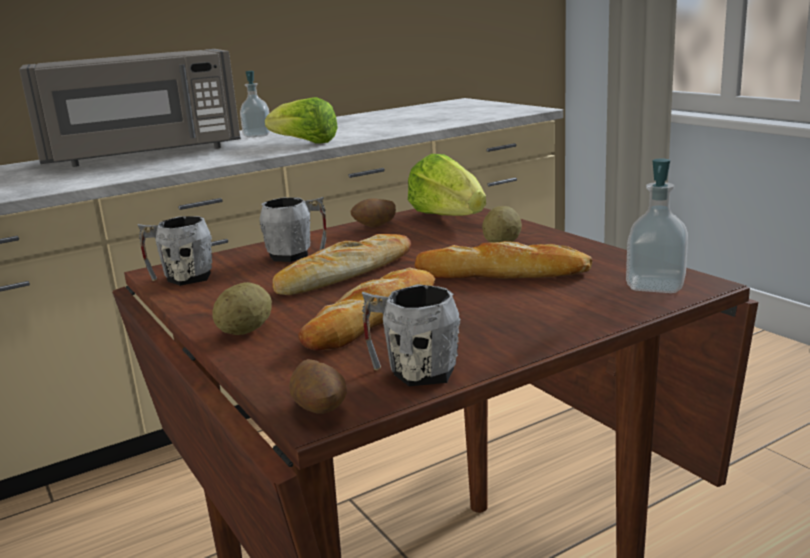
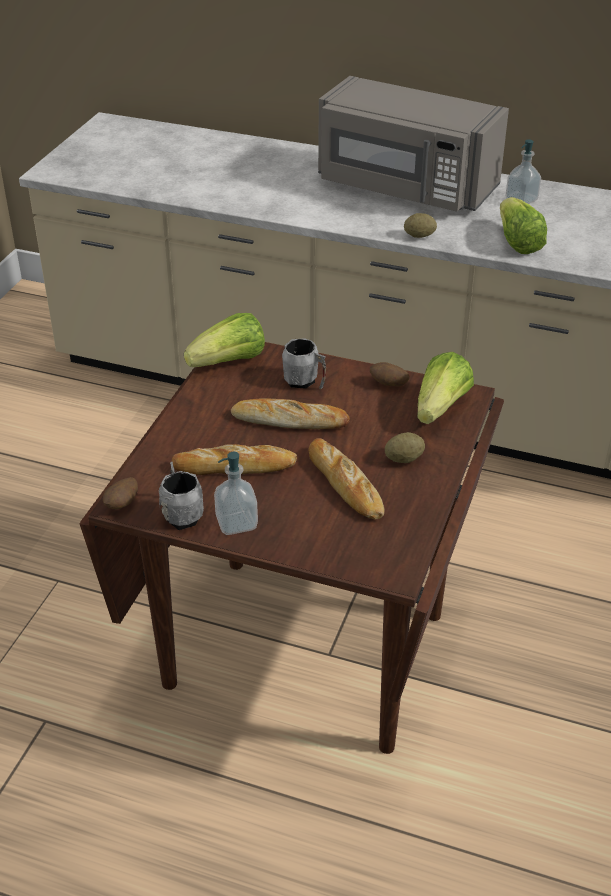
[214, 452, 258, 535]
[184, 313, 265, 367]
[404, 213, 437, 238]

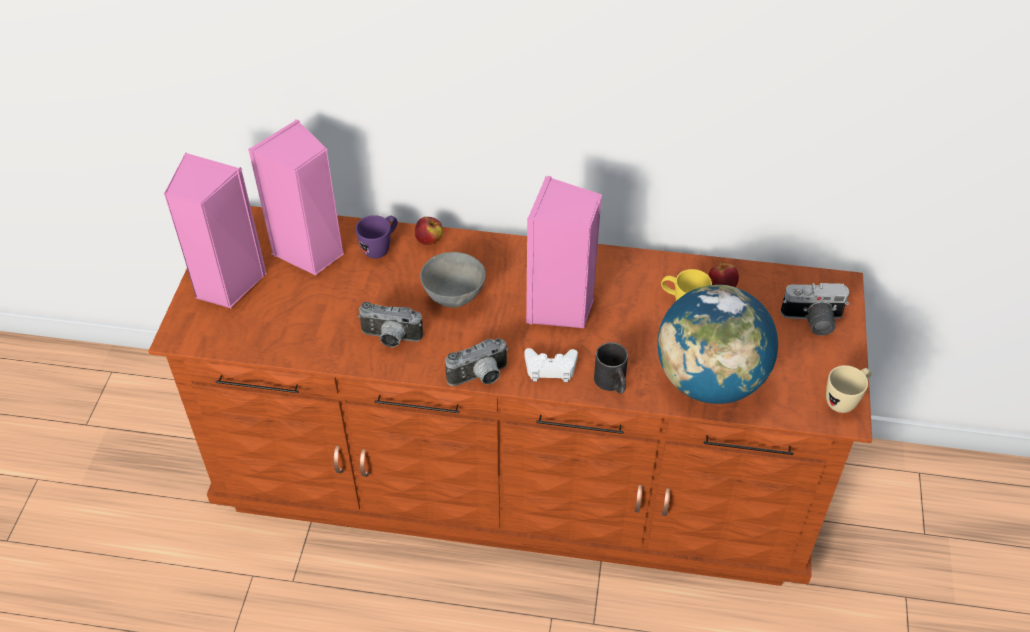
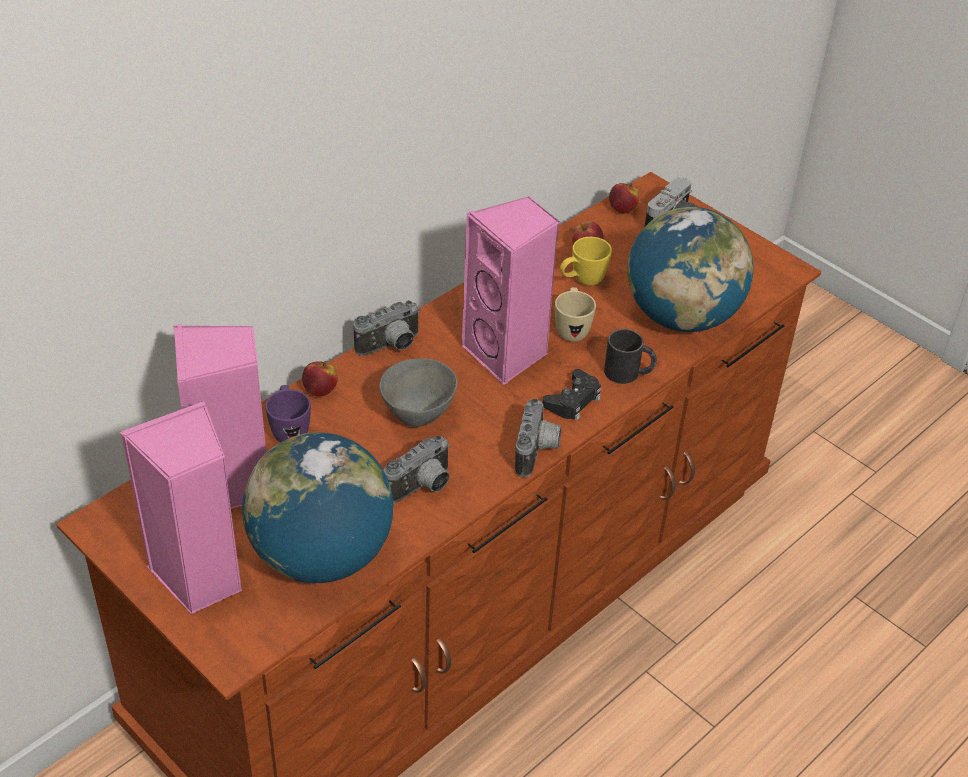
[543, 369, 601, 421]
[555, 287, 596, 342]
[609, 183, 639, 213]
[354, 300, 420, 356]
[242, 432, 393, 583]

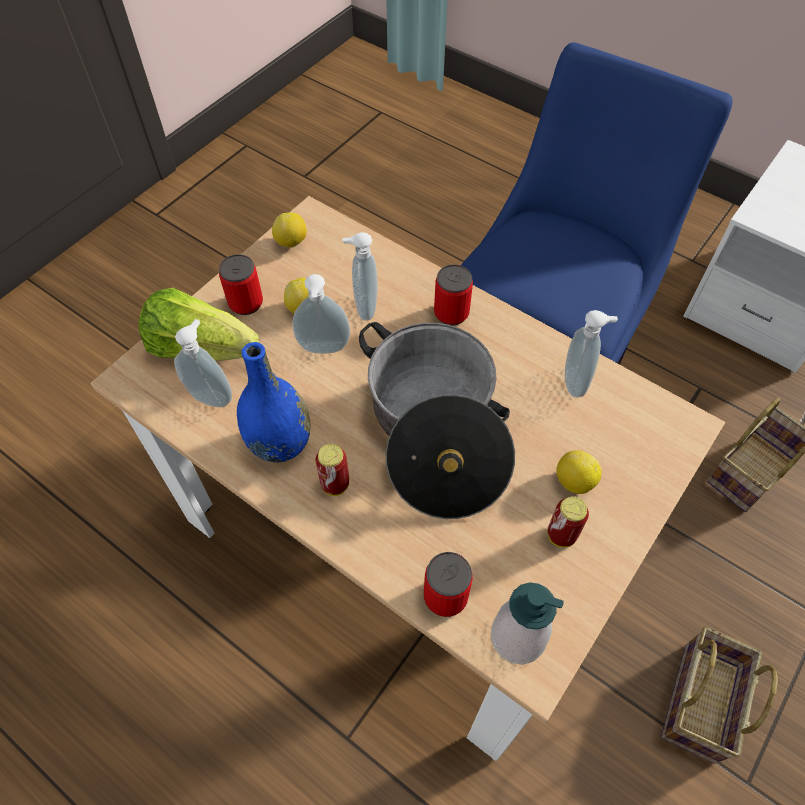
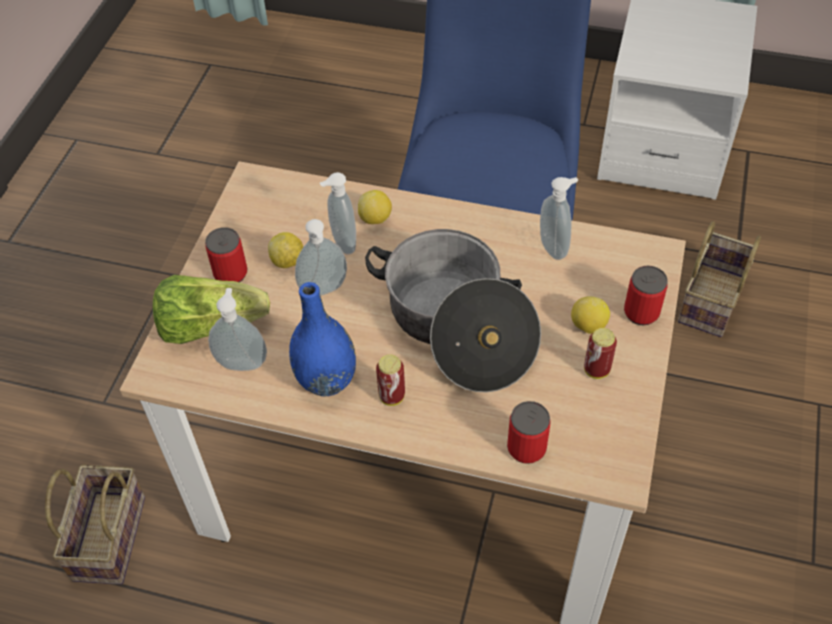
[358, 190, 392, 224]
[624, 266, 668, 325]
[491, 582, 564, 665] (first image)
[45, 465, 145, 585]

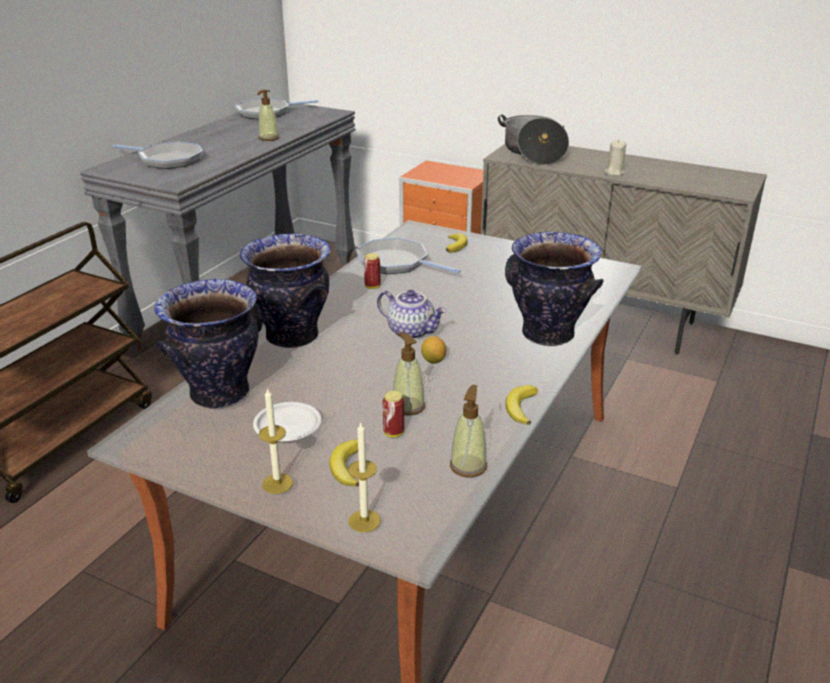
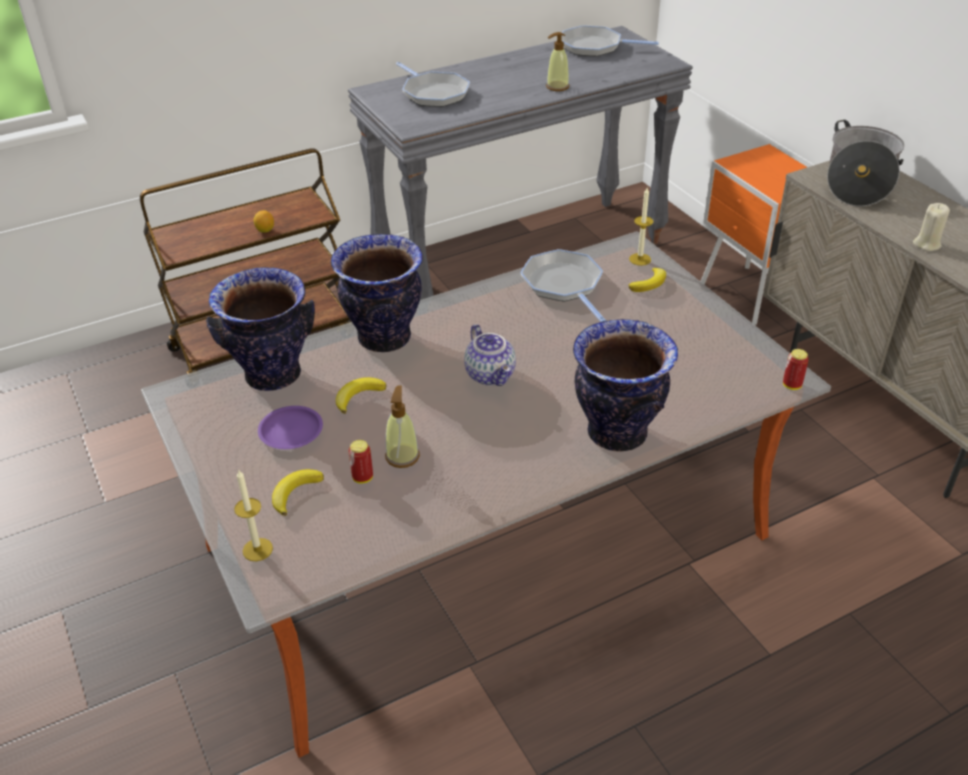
[783, 349, 809, 390]
[254, 210, 274, 233]
[450, 385, 487, 477] (first image)
[336, 377, 386, 414]
[629, 188, 653, 266]
[258, 406, 323, 449]

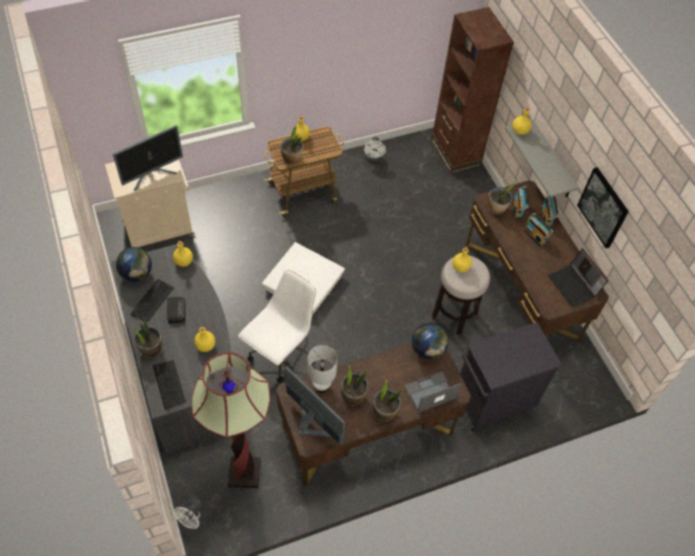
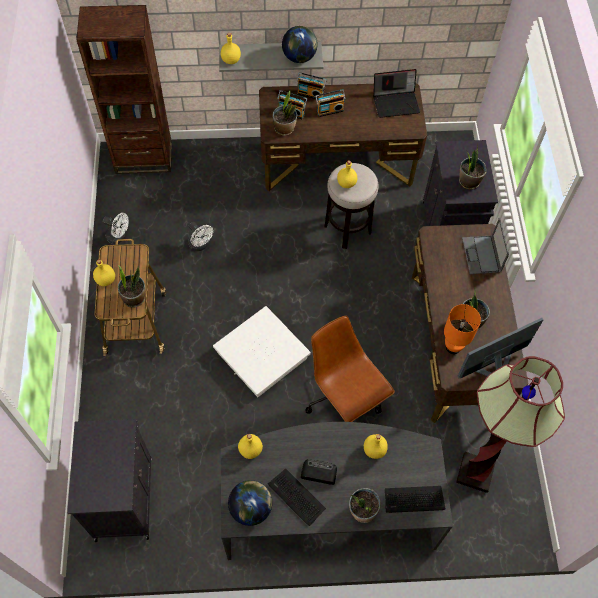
[113, 125, 183, 191] (first image)
[67, 419, 152, 542]
[577, 167, 629, 248] (first image)
[306, 316, 395, 422]
[282, 26, 318, 63]
[444, 304, 481, 354]
[459, 143, 487, 190]
[188, 222, 213, 251]

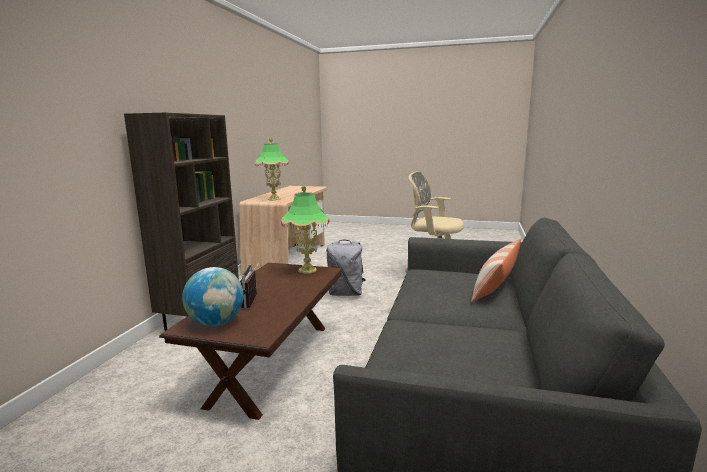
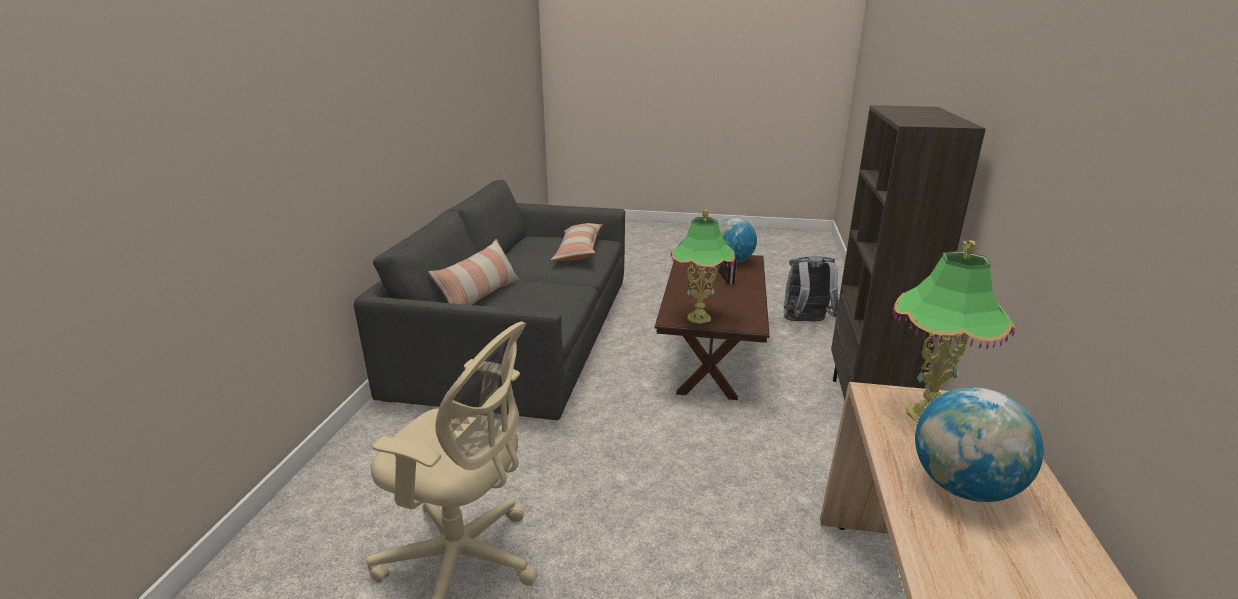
[783, 256, 839, 322]
[551, 223, 603, 261]
[915, 387, 1044, 502]

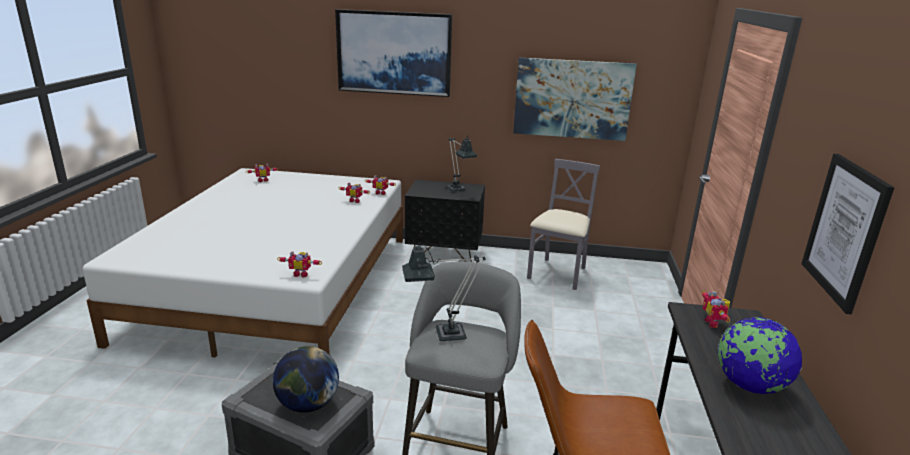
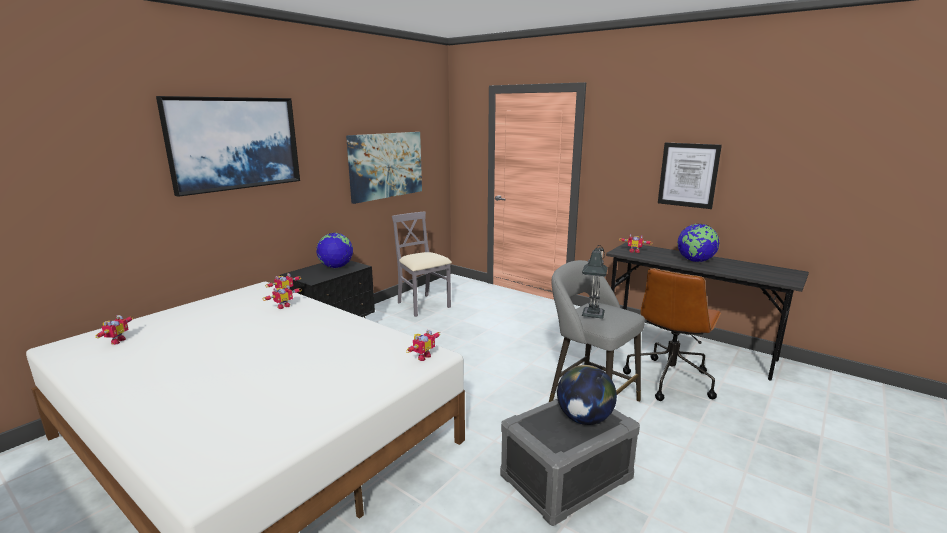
[316, 233, 353, 268]

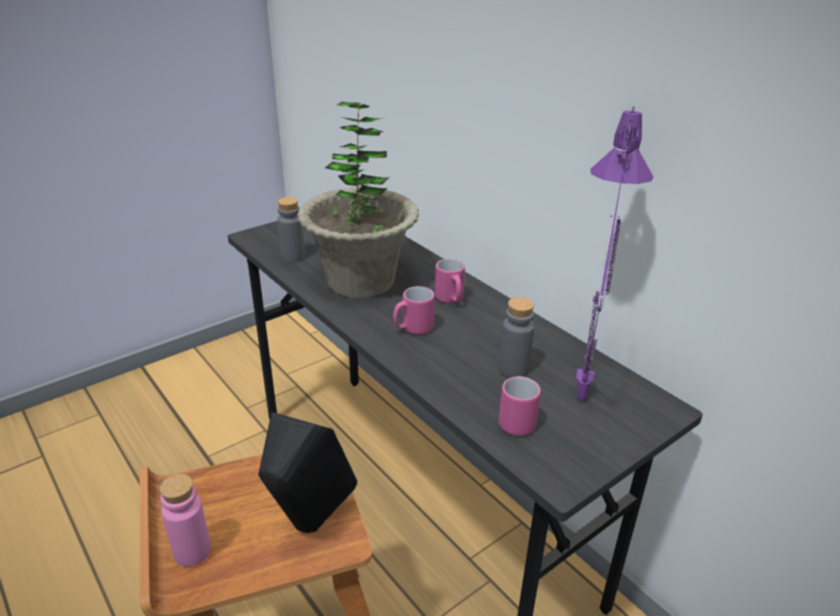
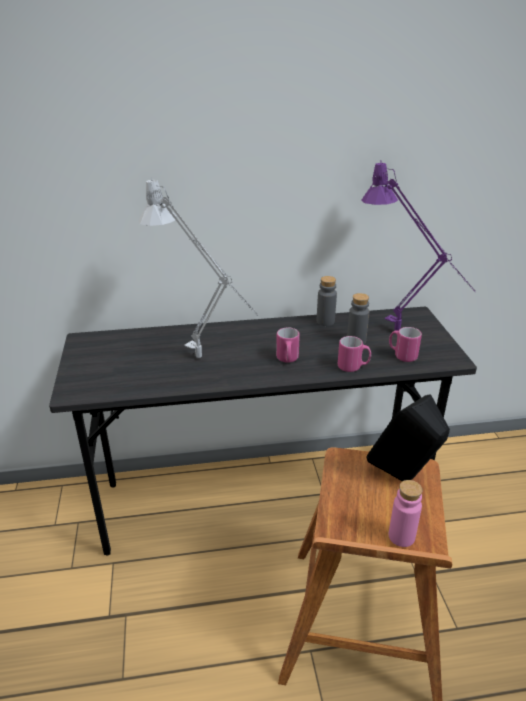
[139, 177, 258, 358]
[317, 276, 337, 326]
[338, 336, 371, 372]

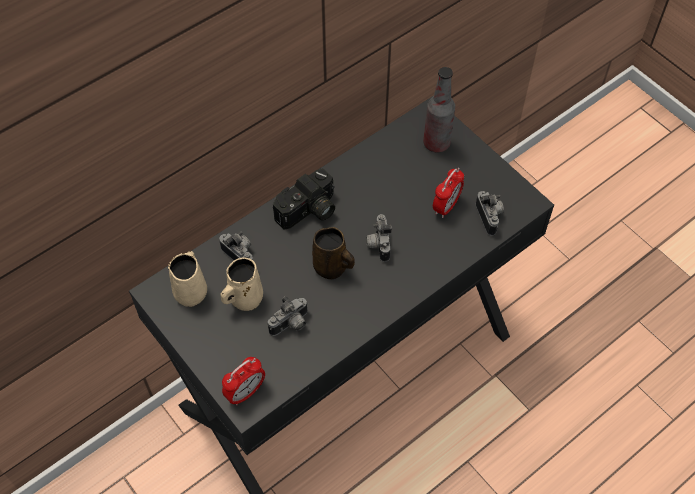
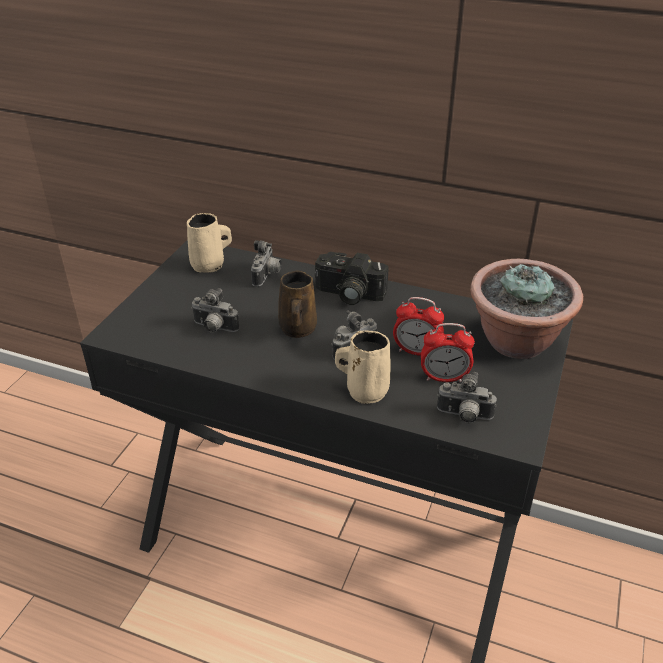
[470, 259, 583, 359]
[437, 372, 497, 423]
[335, 330, 391, 404]
[393, 297, 444, 356]

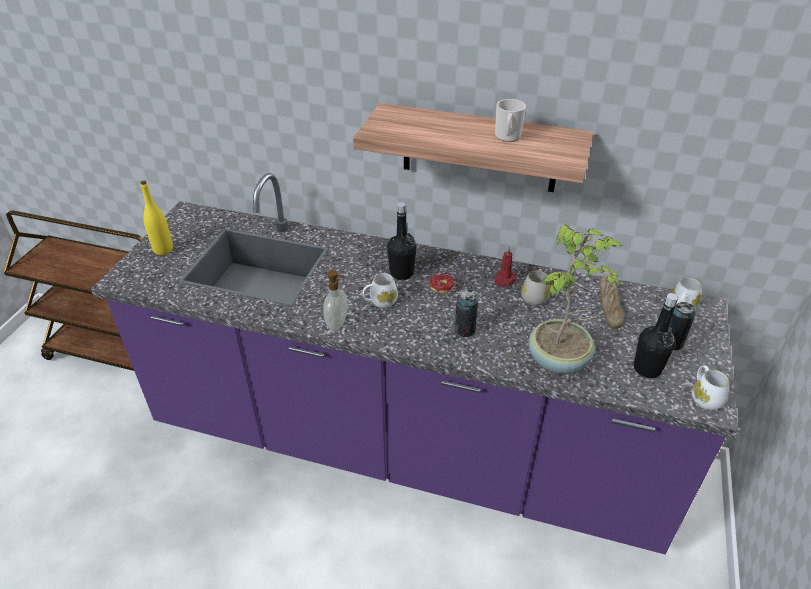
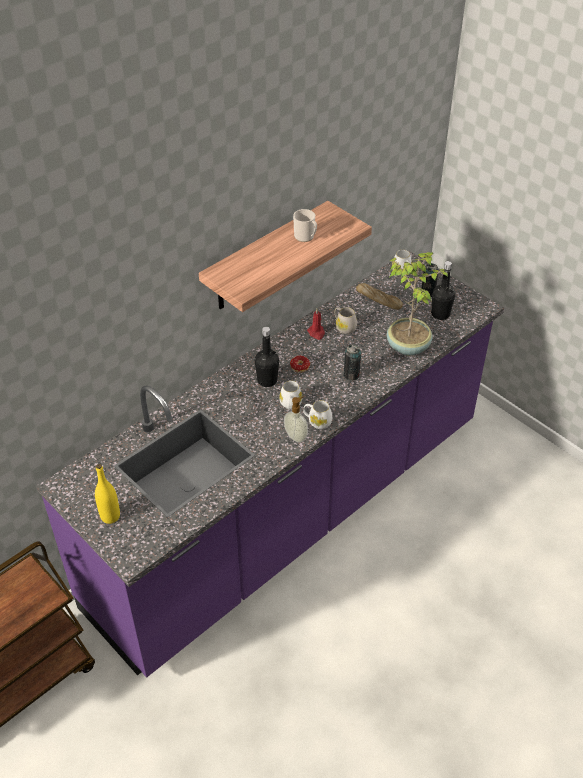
[303, 400, 332, 429]

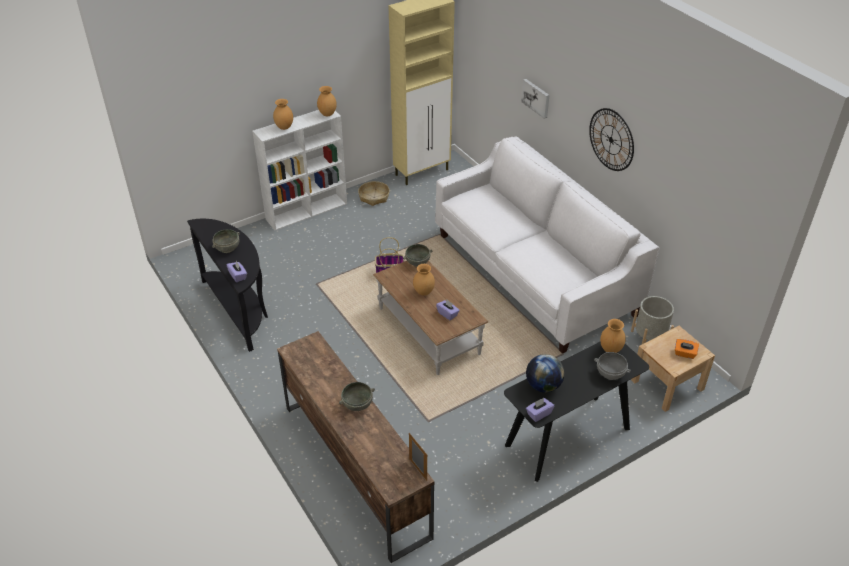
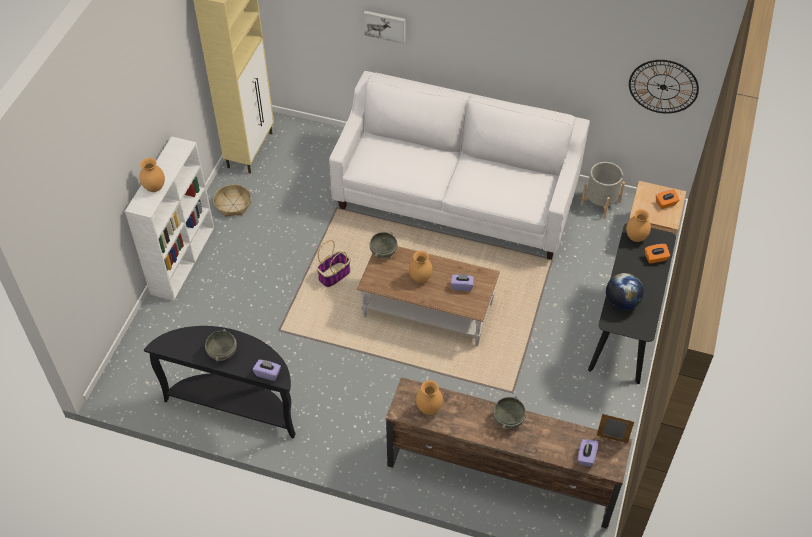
[416, 380, 443, 415]
[629, 60, 699, 113]
[645, 244, 670, 264]
[577, 439, 598, 467]

